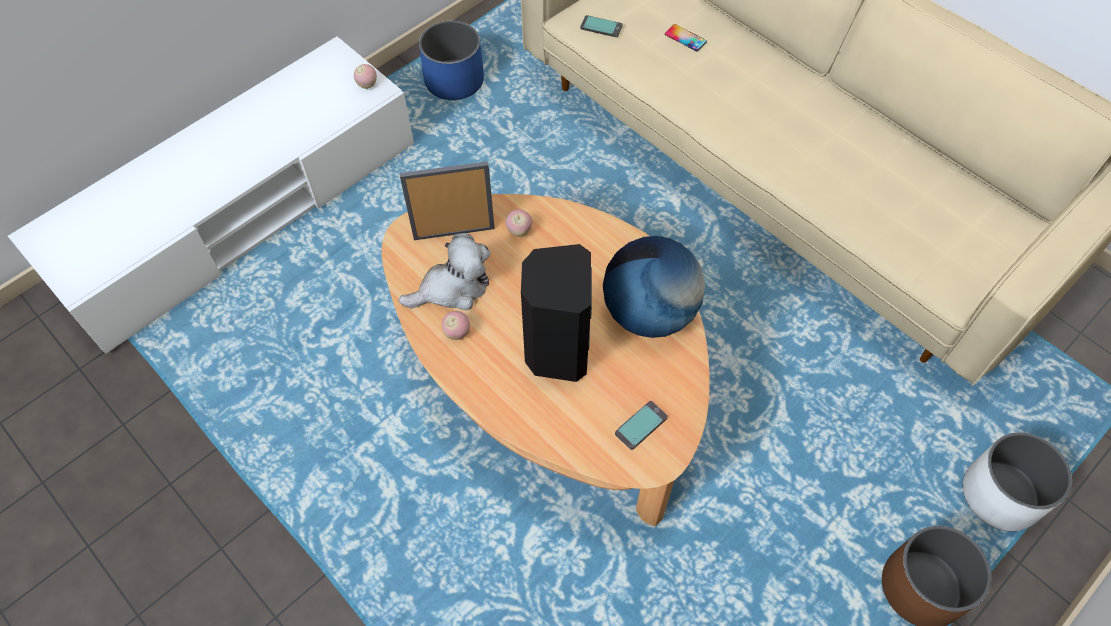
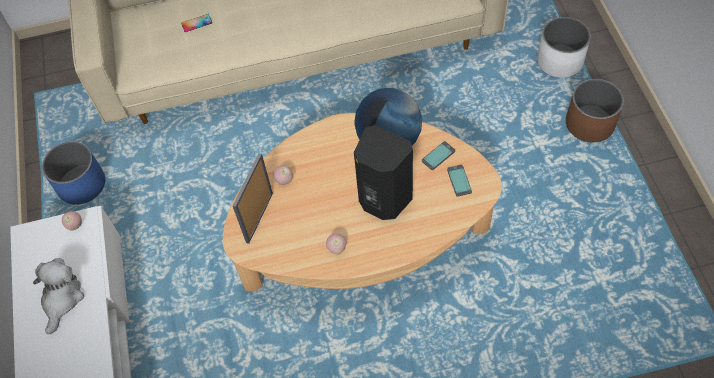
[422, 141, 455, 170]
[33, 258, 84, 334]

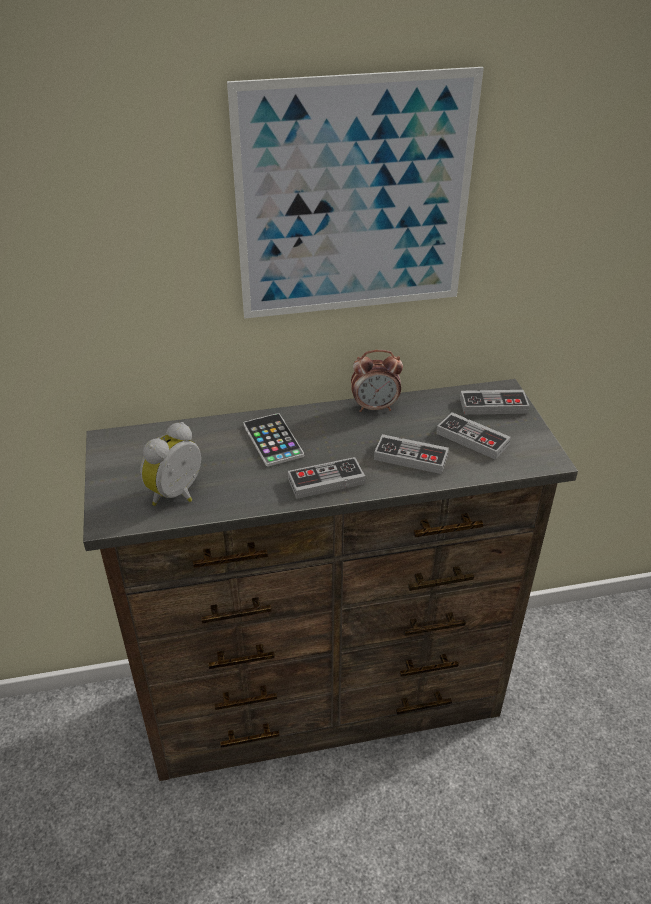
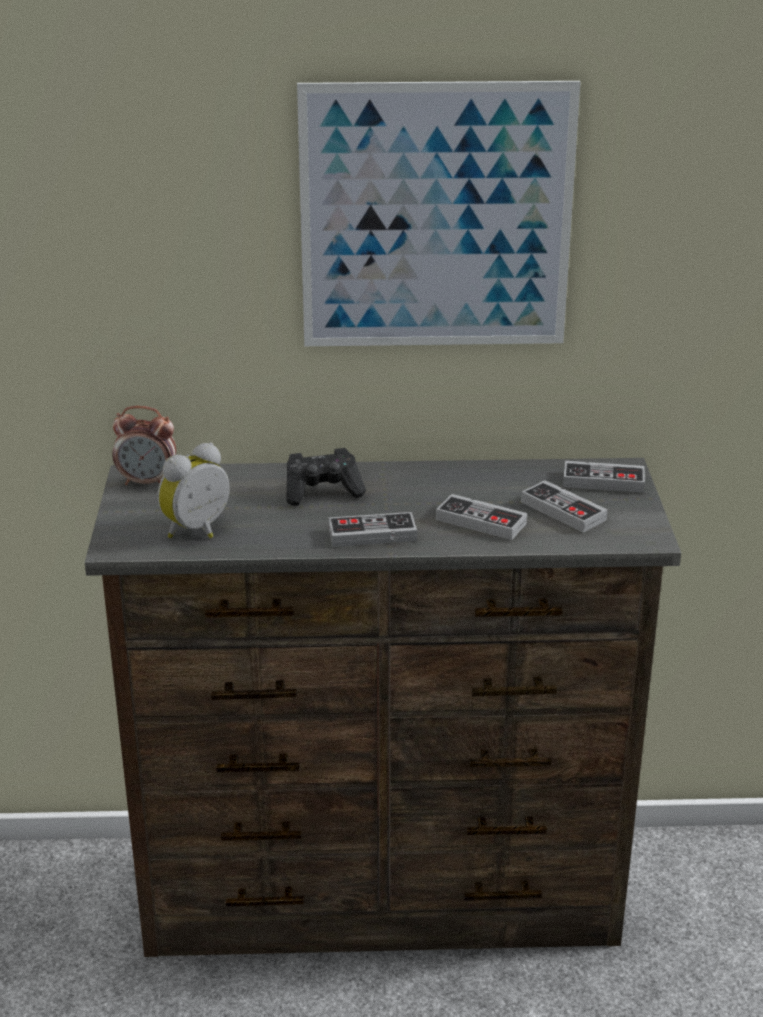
[112, 406, 176, 485]
[286, 448, 366, 506]

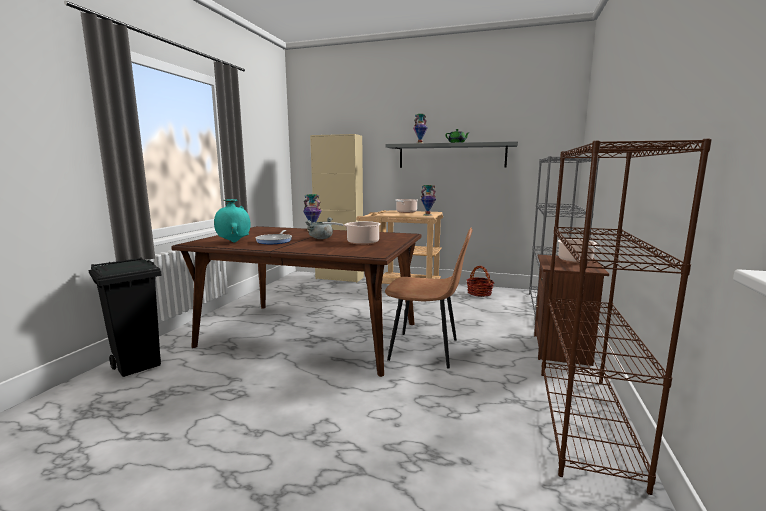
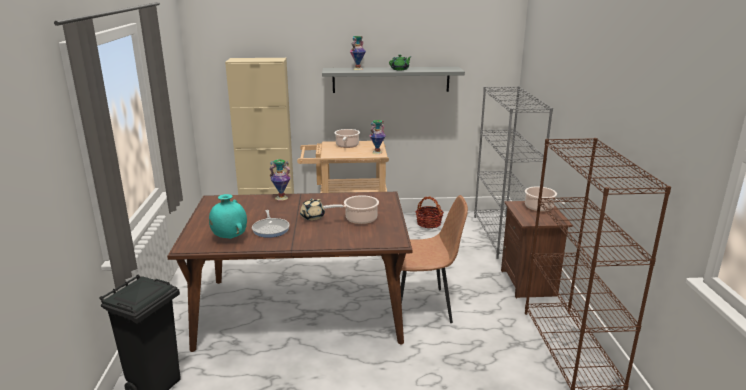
[300, 199, 325, 220]

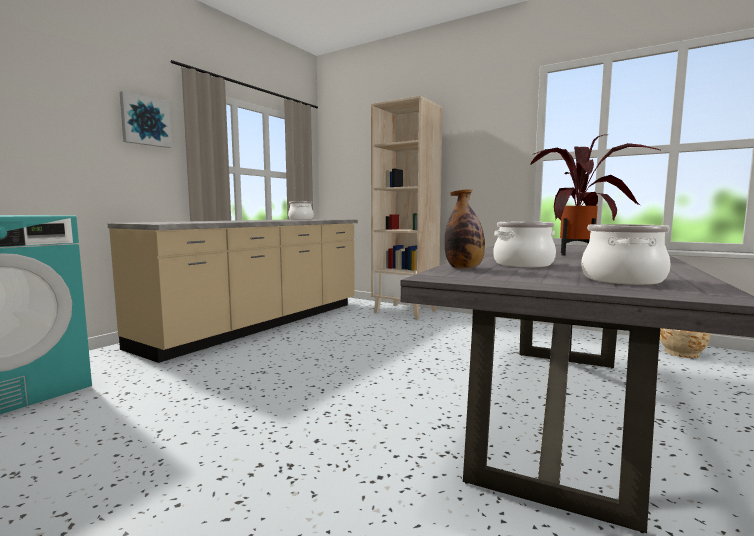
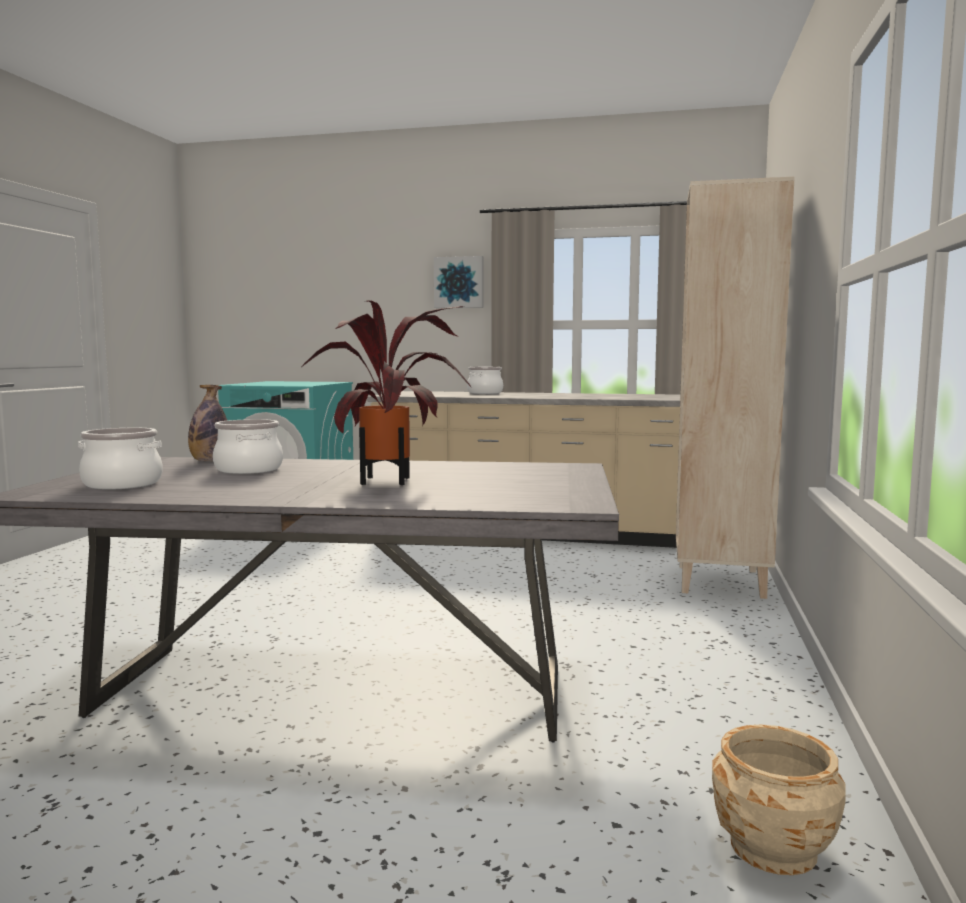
[467, 367, 503, 394]

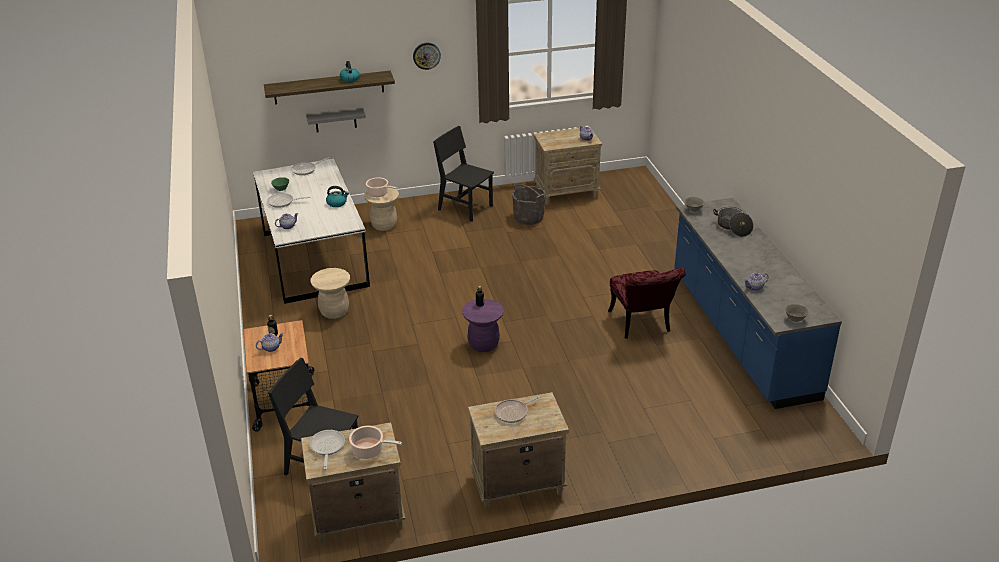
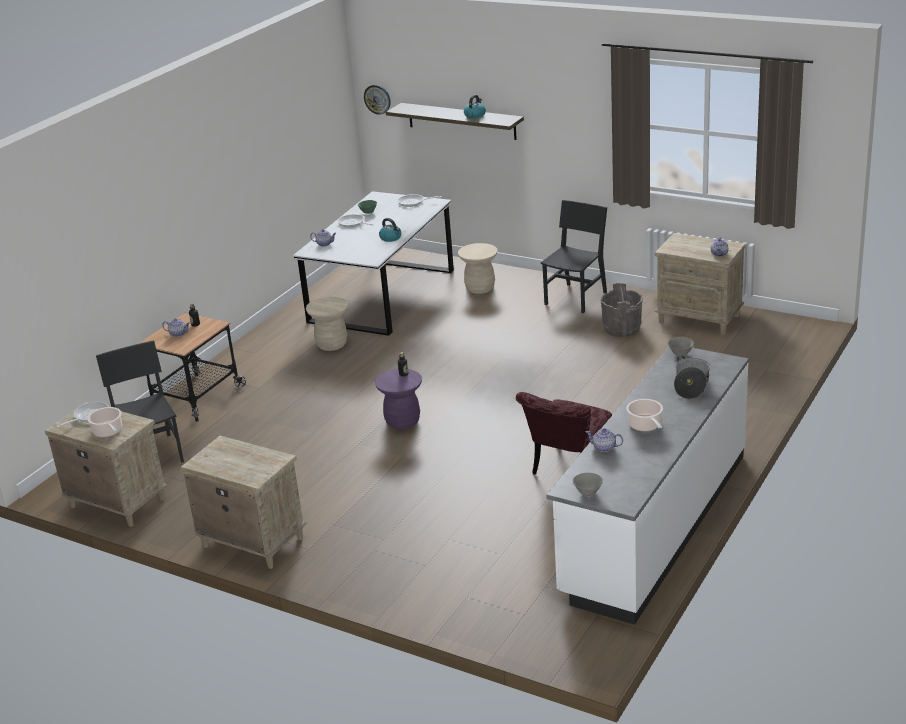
[364, 85, 391, 115]
[306, 107, 366, 132] (first image)
[541, 200, 607, 313]
[626, 399, 663, 431]
[546, 347, 749, 625]
[495, 396, 539, 423] (first image)

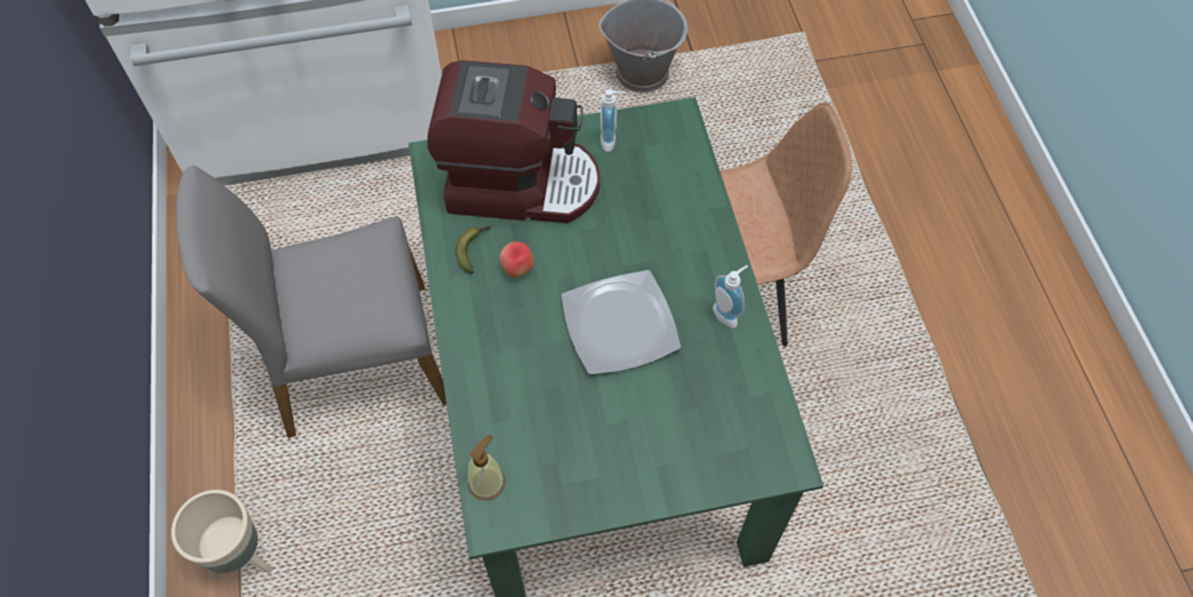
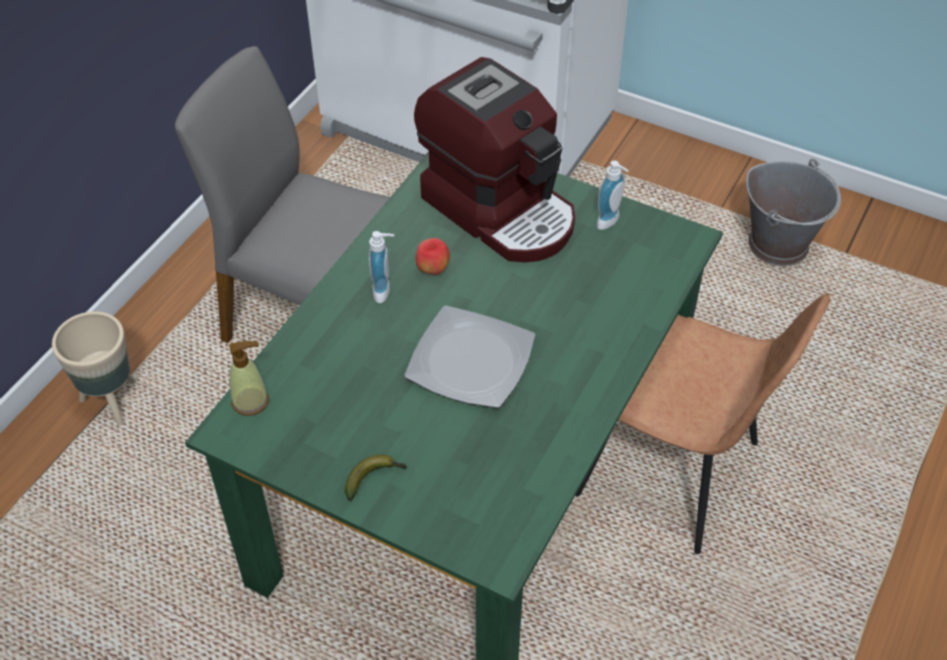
[345, 455, 407, 501]
[369, 231, 394, 303]

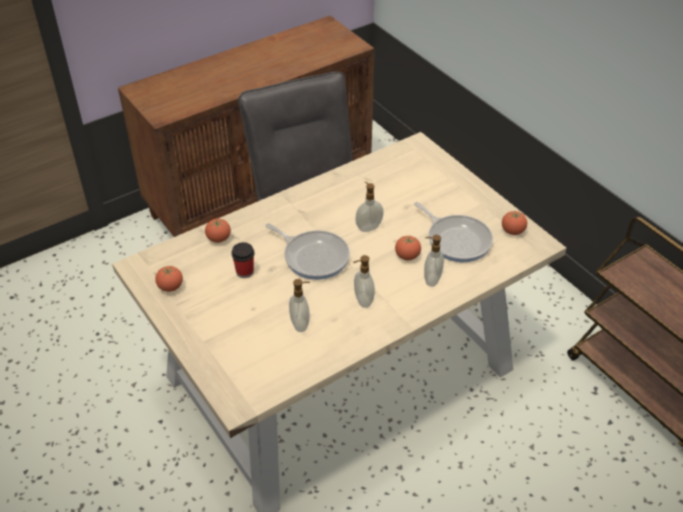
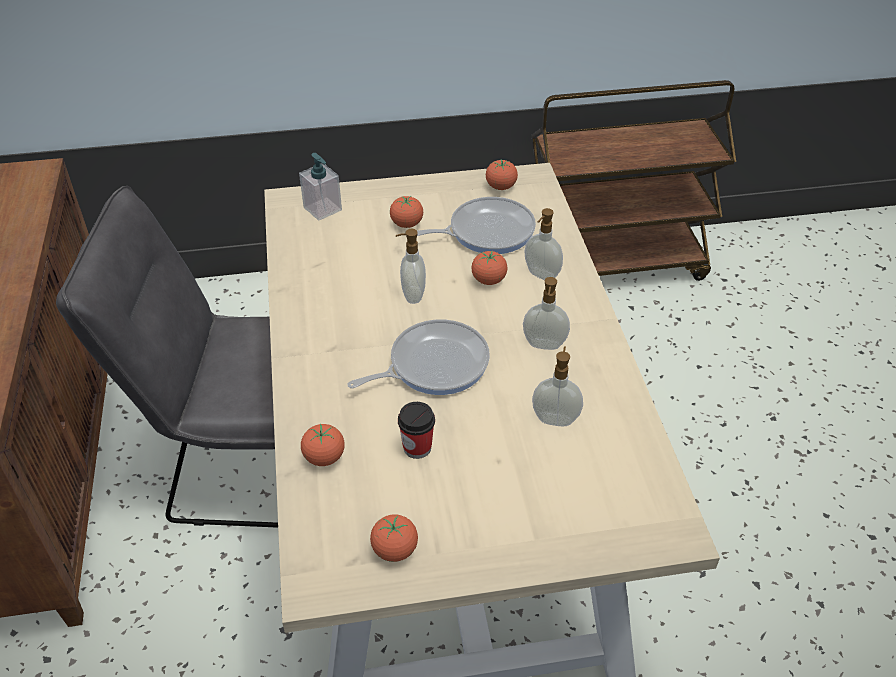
[299, 153, 342, 221]
[390, 196, 423, 228]

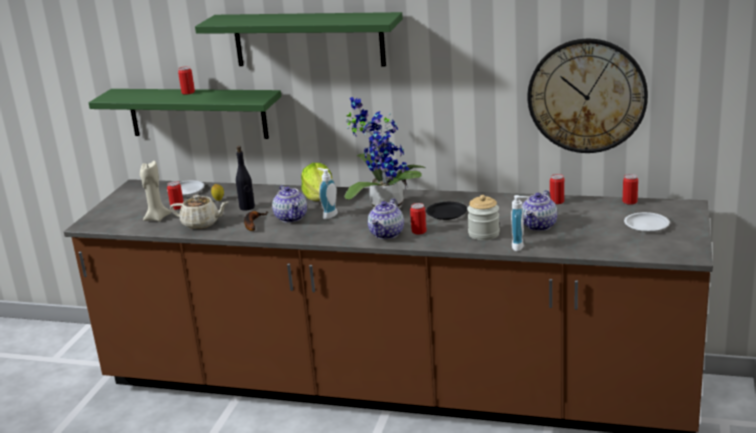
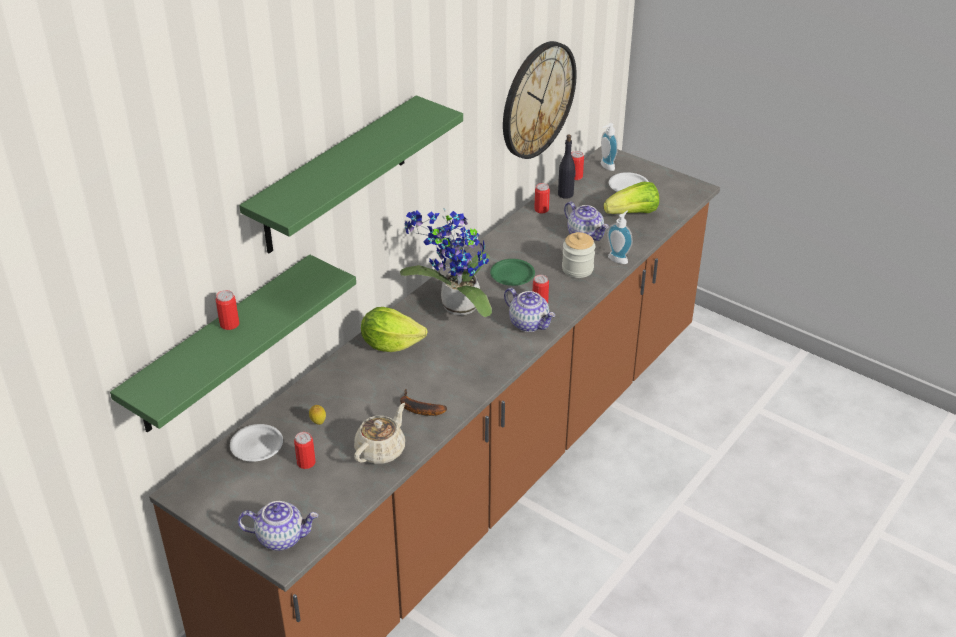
[558, 135, 576, 199]
[140, 161, 171, 222] (first image)
[601, 123, 618, 171]
[238, 501, 318, 551]
[490, 259, 535, 286]
[603, 182, 659, 214]

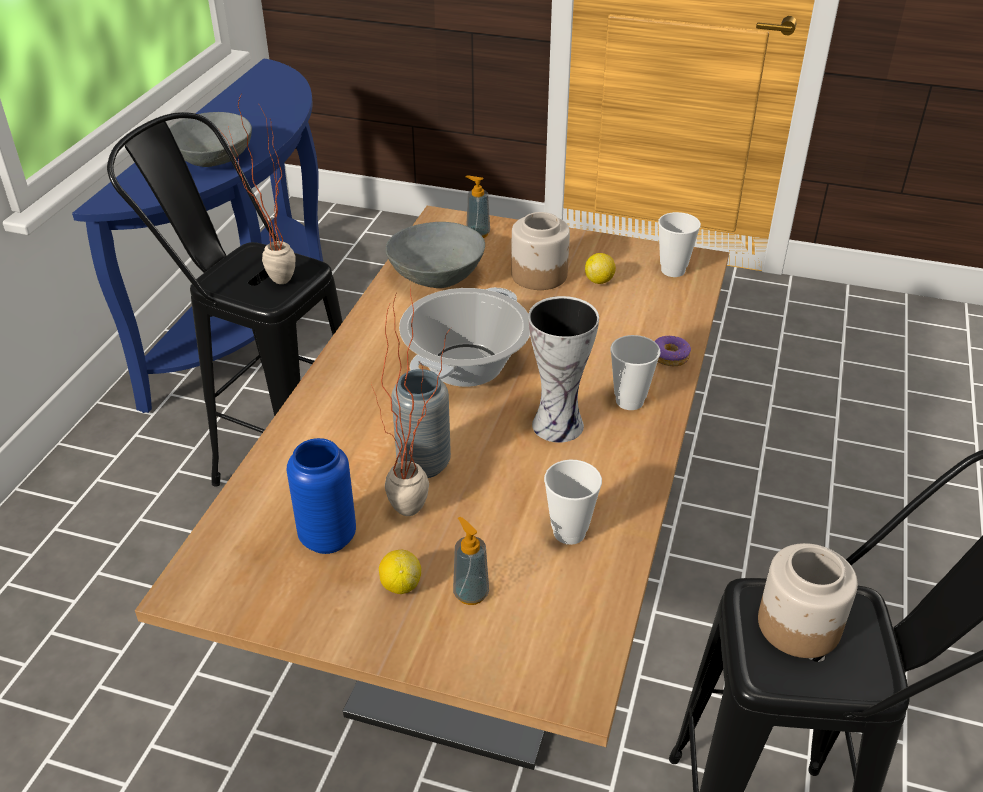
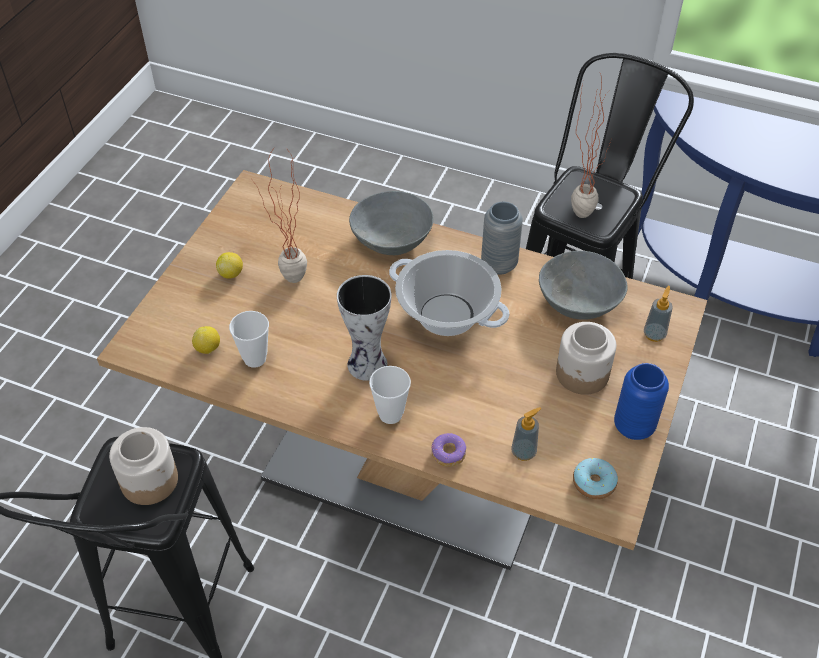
[349, 191, 433, 255]
[573, 458, 618, 499]
[192, 326, 220, 354]
[481, 202, 523, 275]
[614, 363, 669, 440]
[512, 407, 541, 461]

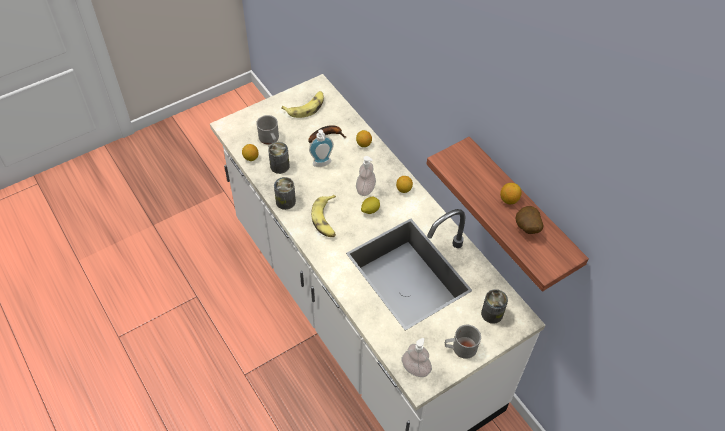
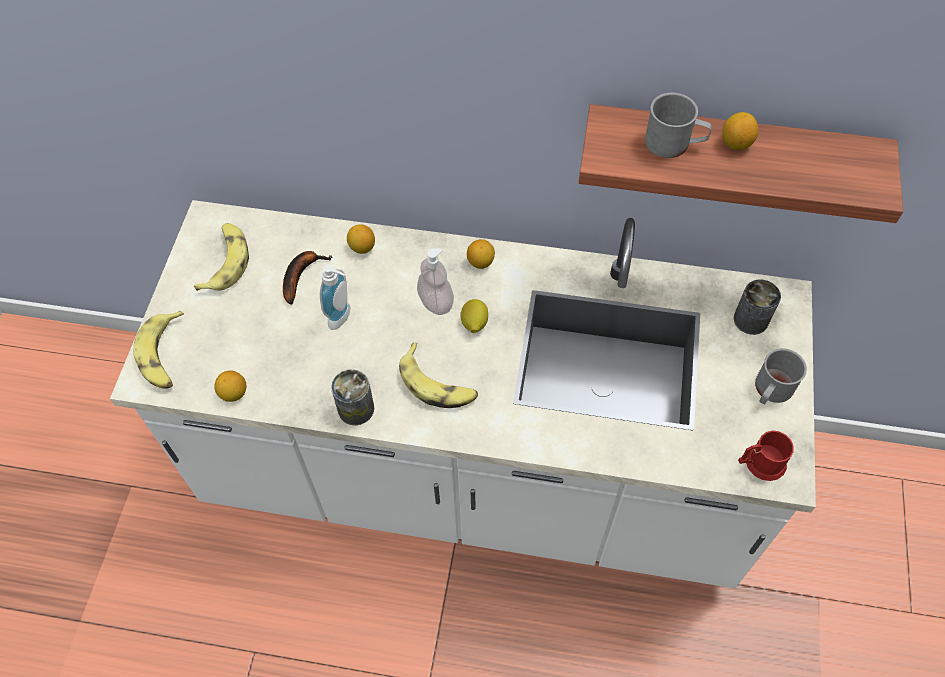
[645, 93, 712, 158]
[268, 142, 290, 174] (first image)
[516, 206, 543, 234] (first image)
[738, 431, 794, 481]
[133, 311, 184, 389]

